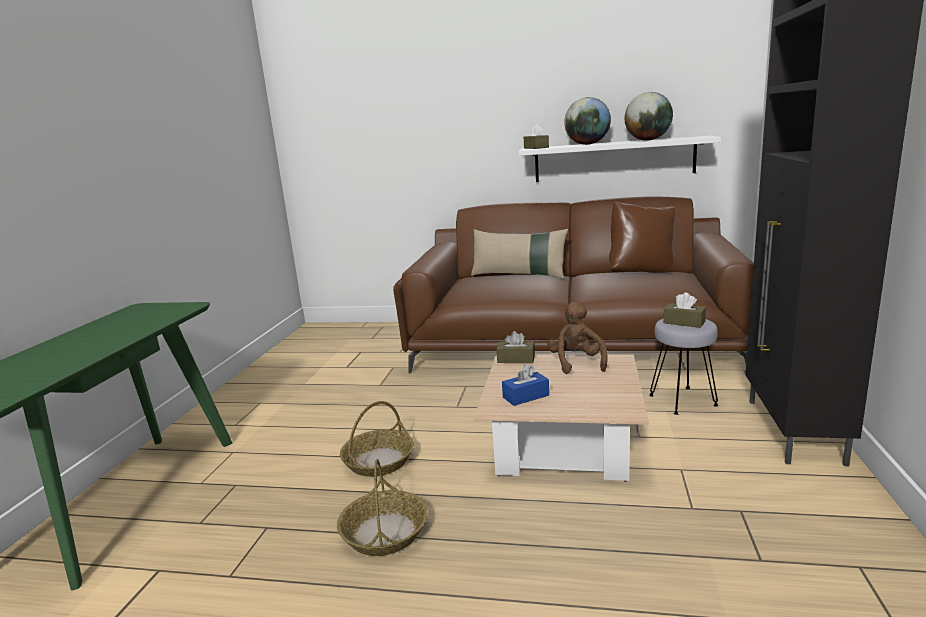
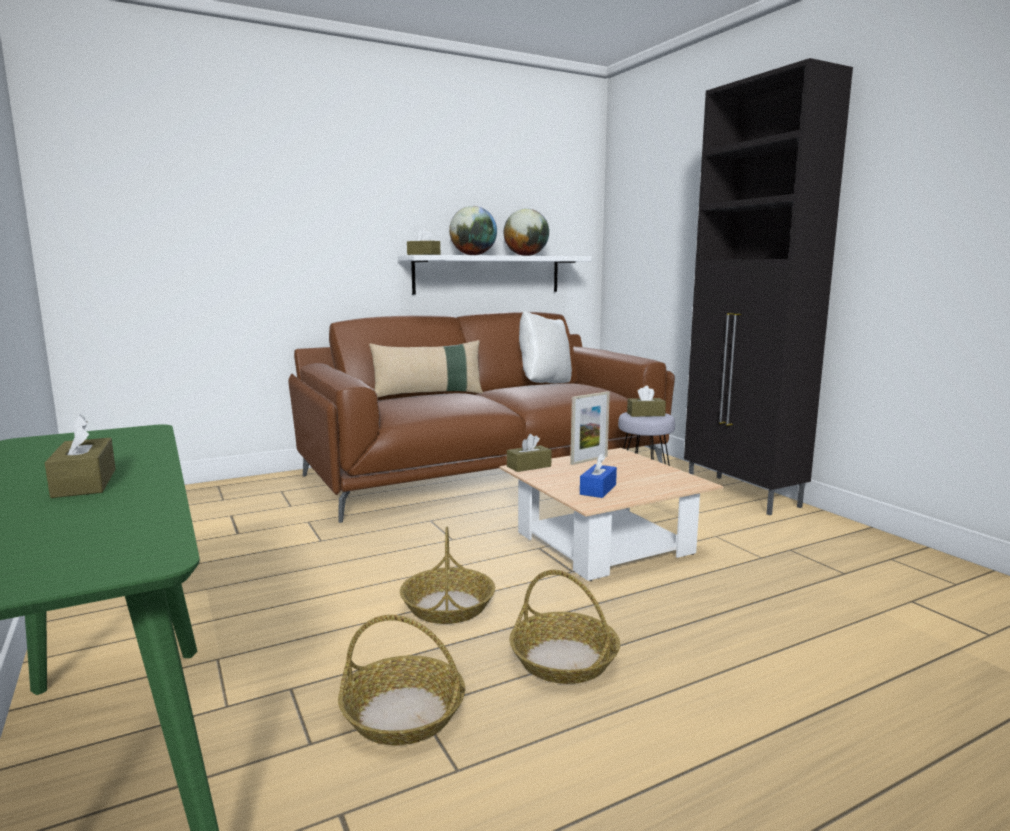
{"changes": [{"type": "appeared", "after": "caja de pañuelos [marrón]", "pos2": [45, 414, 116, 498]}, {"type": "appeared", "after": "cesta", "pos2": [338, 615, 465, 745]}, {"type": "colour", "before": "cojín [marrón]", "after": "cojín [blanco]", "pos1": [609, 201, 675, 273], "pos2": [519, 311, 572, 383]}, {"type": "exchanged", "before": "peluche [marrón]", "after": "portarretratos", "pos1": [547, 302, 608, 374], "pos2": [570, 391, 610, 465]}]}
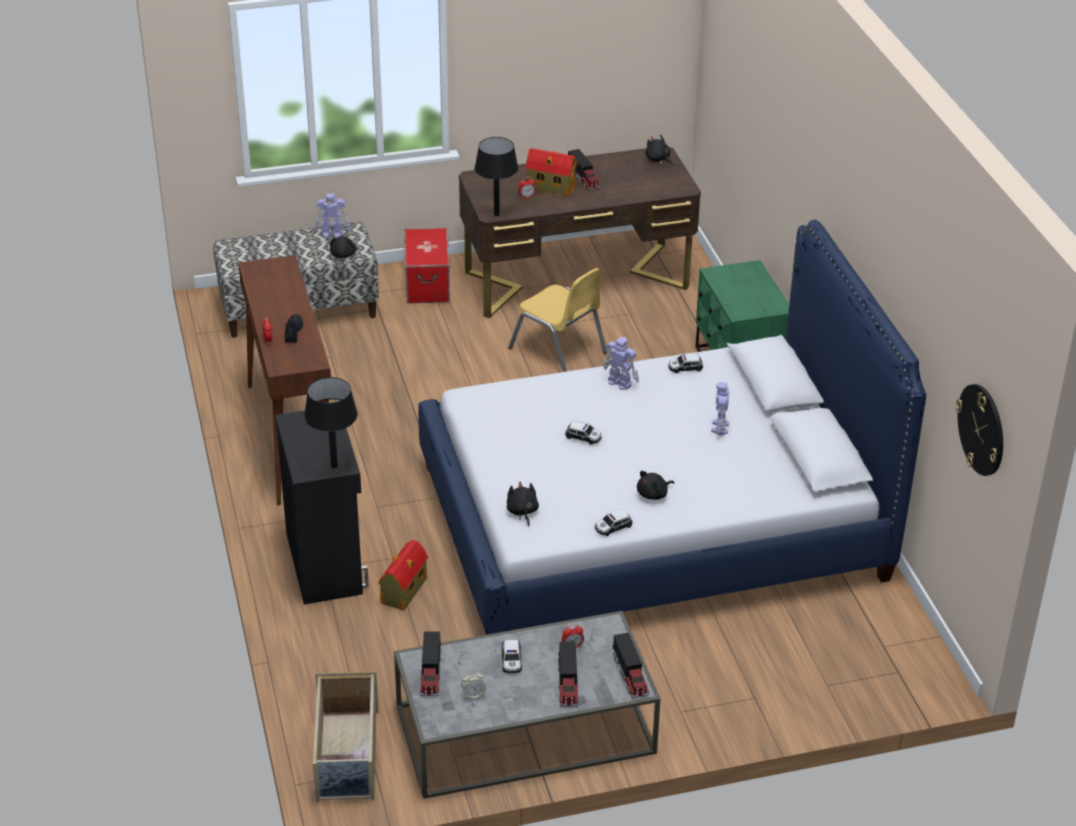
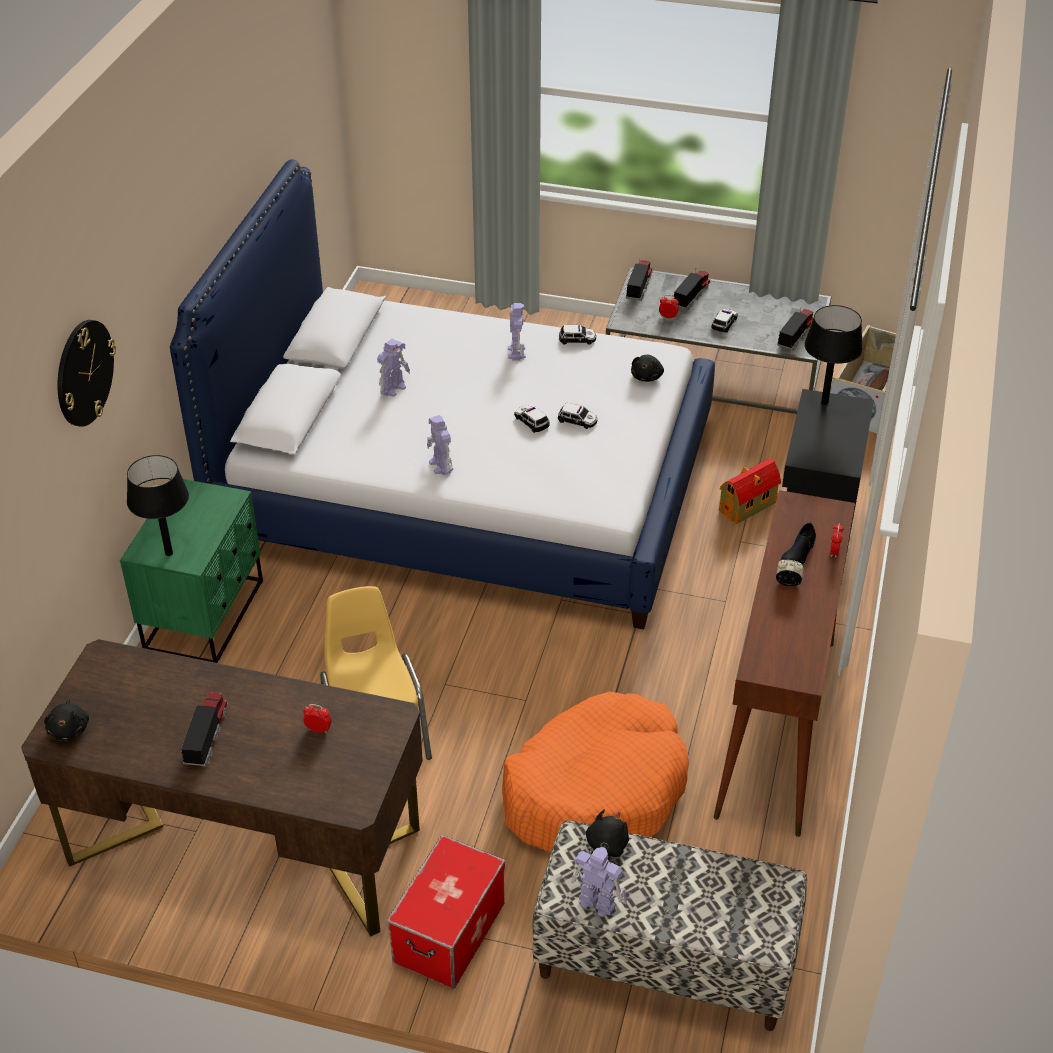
{"changes": [{"type": "relocated", "before": "reloj de pared", "pos1": [955, 384, 1003, 476], "pos2": [57, 320, 116, 427]}, {"type": "relocated", "before": "lámpara de mesa [negro]", "pos1": [474, 137, 518, 216], "pos2": [127, 455, 189, 556]}, {"type": "appeared", "after": "cama para perro [naranja]", "pos2": [502, 691, 689, 852]}, {"type": "exchanged", "before": "peluche [negro]", "after": "robot de juguete", "pos1": [637, 471, 674, 500], "pos2": [508, 303, 526, 361]}, {"type": "relocated", "before": "coche de juguete", "pos1": [668, 354, 703, 373], "pos2": [558, 403, 597, 429]}, {"type": "relocated", "before": "despertador", "pos1": [461, 670, 486, 699], "pos2": [776, 560, 804, 586]}, {"type": "missing", "before": "casita", "pos1": [526, 148, 577, 196]}]}
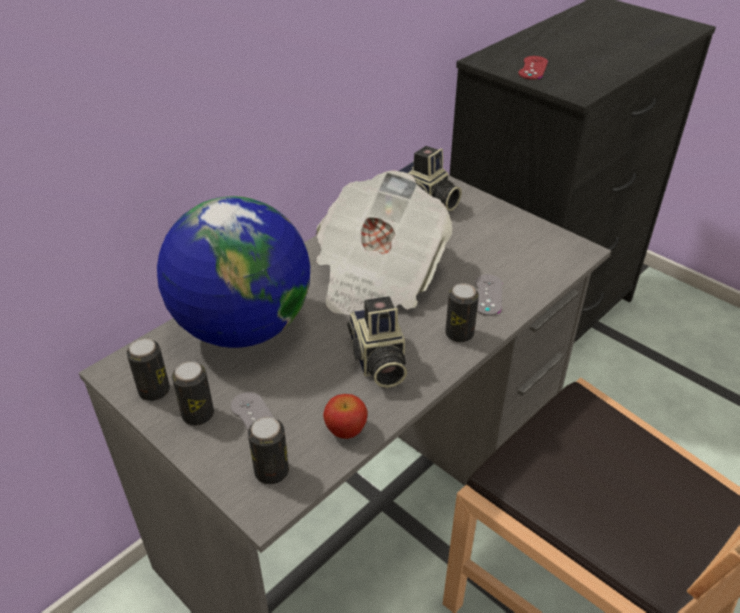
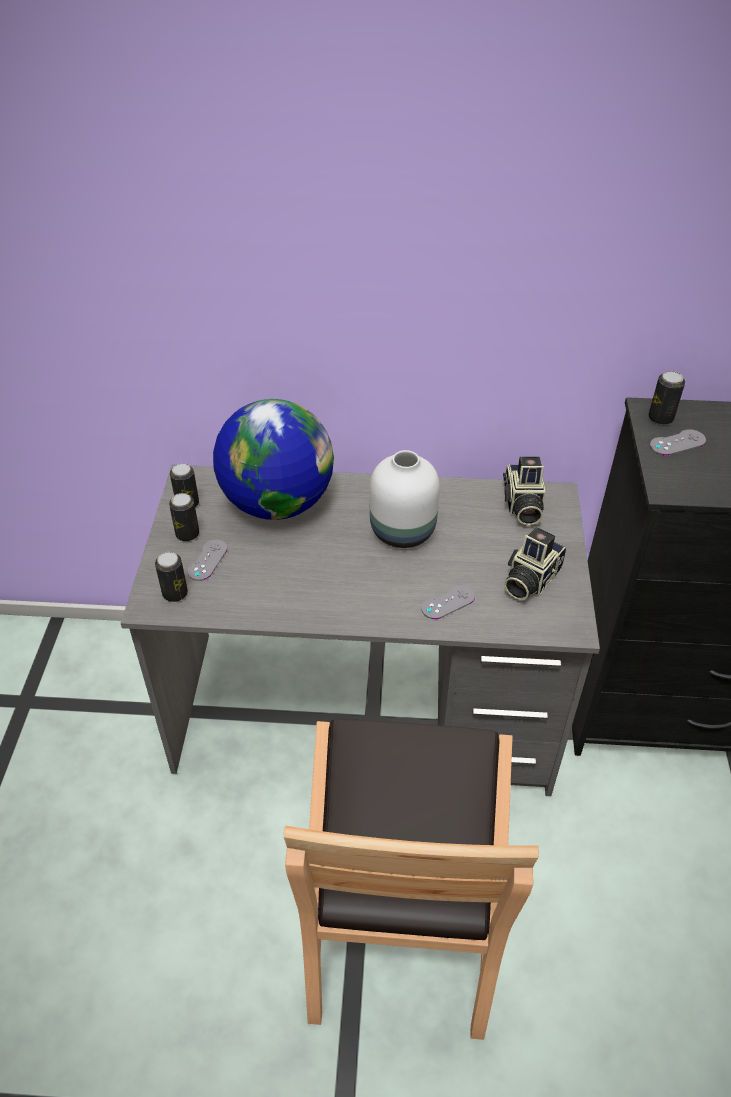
{"changes": [{"type": "exchanged", "before": "periódico", "after": "florero [blanco]", "pos1": [316, 170, 453, 315], "pos2": [370, 450, 440, 548]}, {"type": "relocated", "before": "cámara", "pos1": [347, 296, 407, 388], "pos2": [504, 527, 567, 600]}, {"type": "relocated", "before": "lata", "pos1": [445, 283, 479, 343], "pos2": [648, 371, 685, 425]}, {"type": "colour", "before": "mando de consola [rojo]", "after": "mando de consola [gris]", "pos1": [518, 56, 548, 80], "pos2": [650, 429, 706, 456]}, {"type": "missing", "before": "manzana", "pos1": [323, 394, 368, 439]}]}
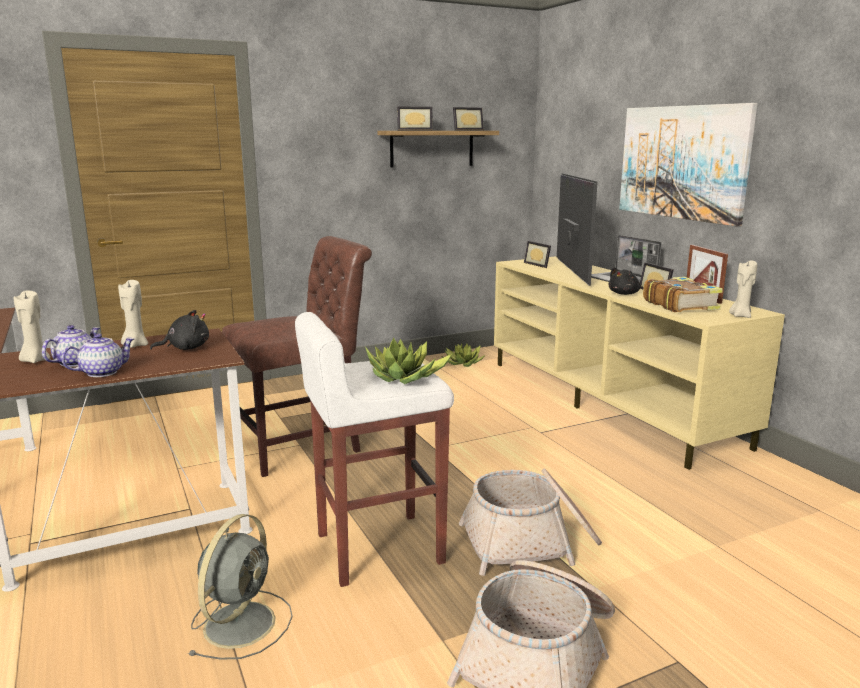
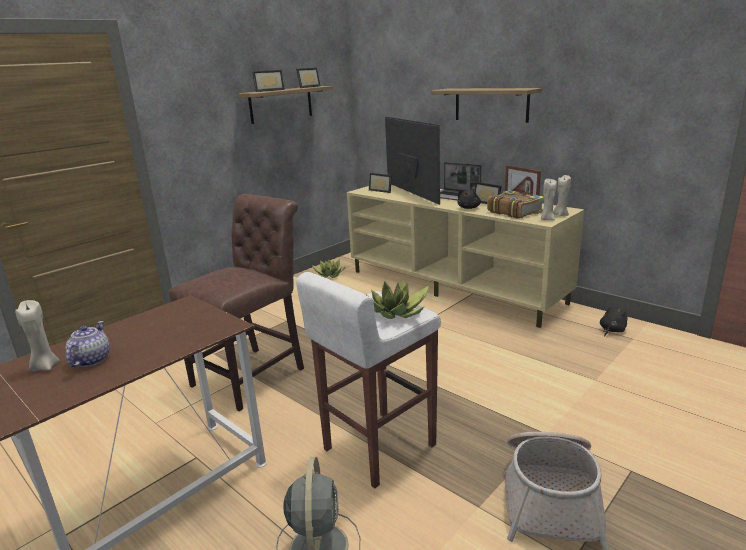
{"changes": [{"type": "exchanged", "before": "cuadro", "after": "estante", "pos1": [619, 103, 757, 226], "pos2": [431, 88, 542, 123]}, {"type": "relocated", "before": "vela [beis]", "pos1": [118, 280, 148, 348], "pos2": [541, 179, 557, 220]}, {"type": "relocated", "before": "peluche [negro]", "pos1": [150, 310, 209, 350], "pos2": [600, 307, 627, 336]}, {"type": "missing", "before": "tetera", "pos1": [62, 334, 135, 377]}, {"type": "missing", "before": "cesta", "pos1": [459, 469, 602, 576]}]}
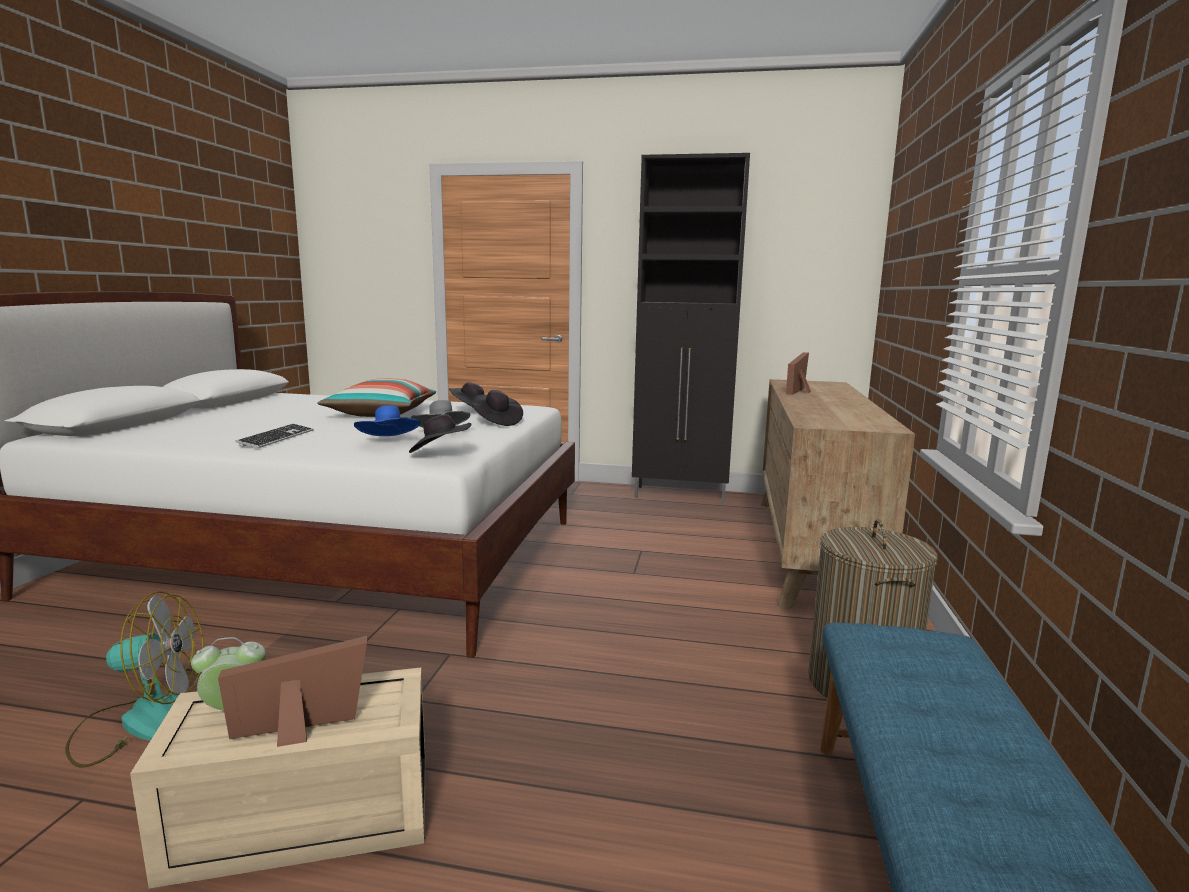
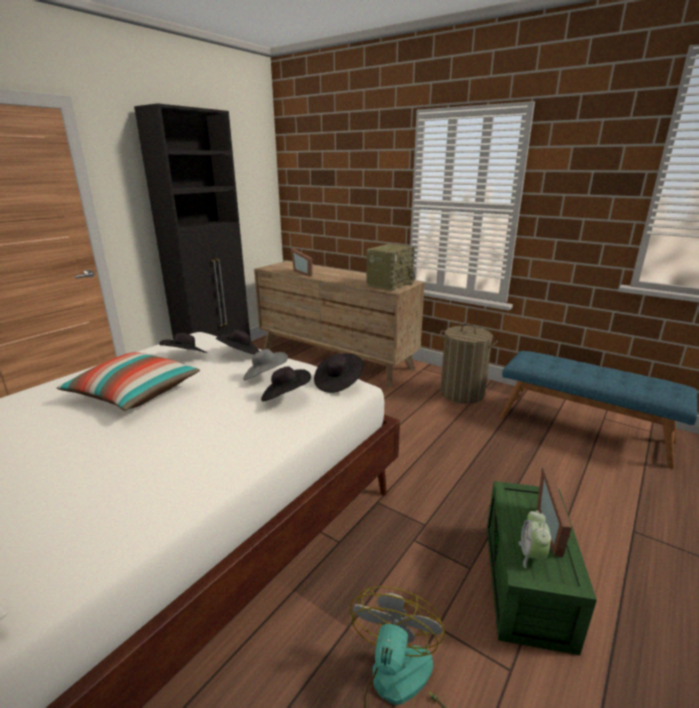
{"changes": [{"type": "colour", "before": "sombrero [azul]", "after": "sombrero [negro]", "pos1": [354, 406, 420, 436], "pos2": [261, 366, 311, 402]}, {"type": "appeared", "after": "radio", "pos2": [367, 244, 415, 291]}, {"type": "colour", "before": "caja de almacenaje [beis]", "after": "caja de almacenaje [verde]", "pos1": [130, 668, 426, 889], "pos2": [487, 481, 597, 655]}, {"type": "missing", "before": "teclado", "pos1": [236, 424, 313, 448]}]}
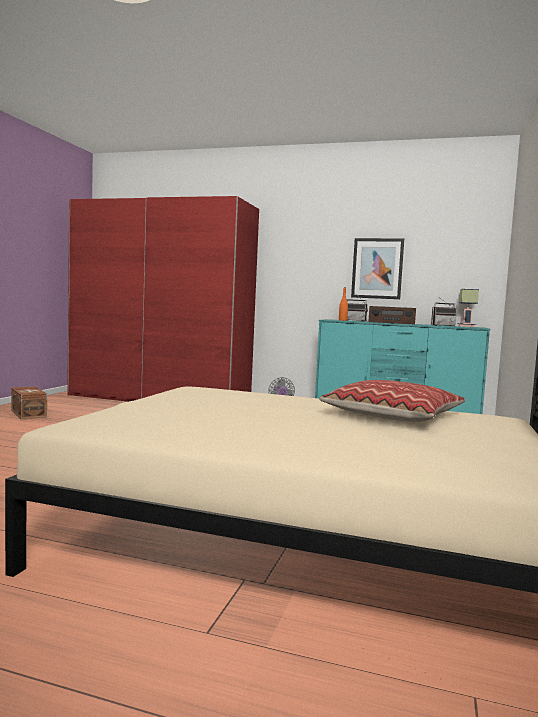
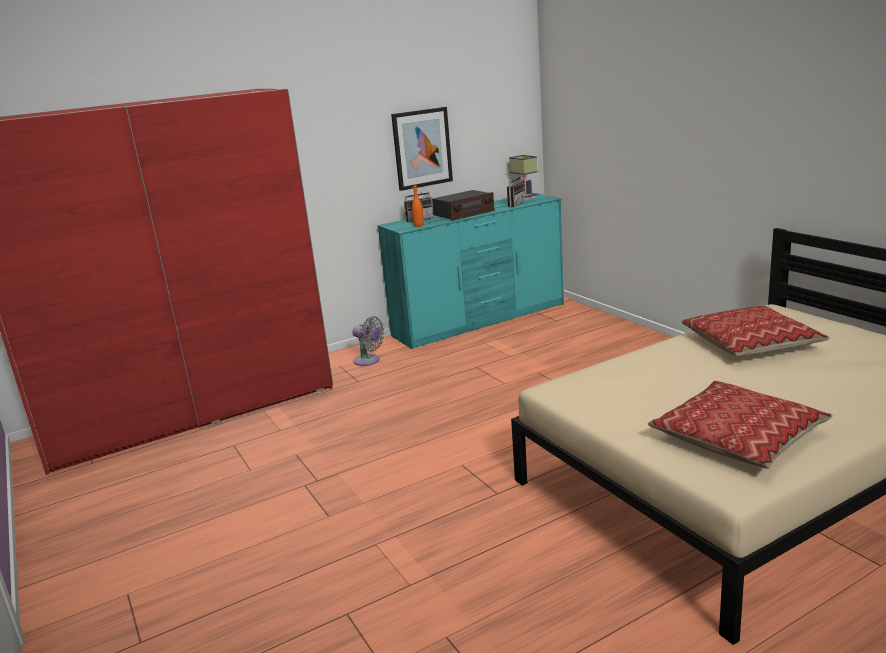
{"changes": [{"type": "appeared", "after": "cojín", "pos2": [648, 381, 833, 469]}, {"type": "missing", "before": "caja de almacenaje [marrón]", "pos1": [11, 386, 47, 419]}]}
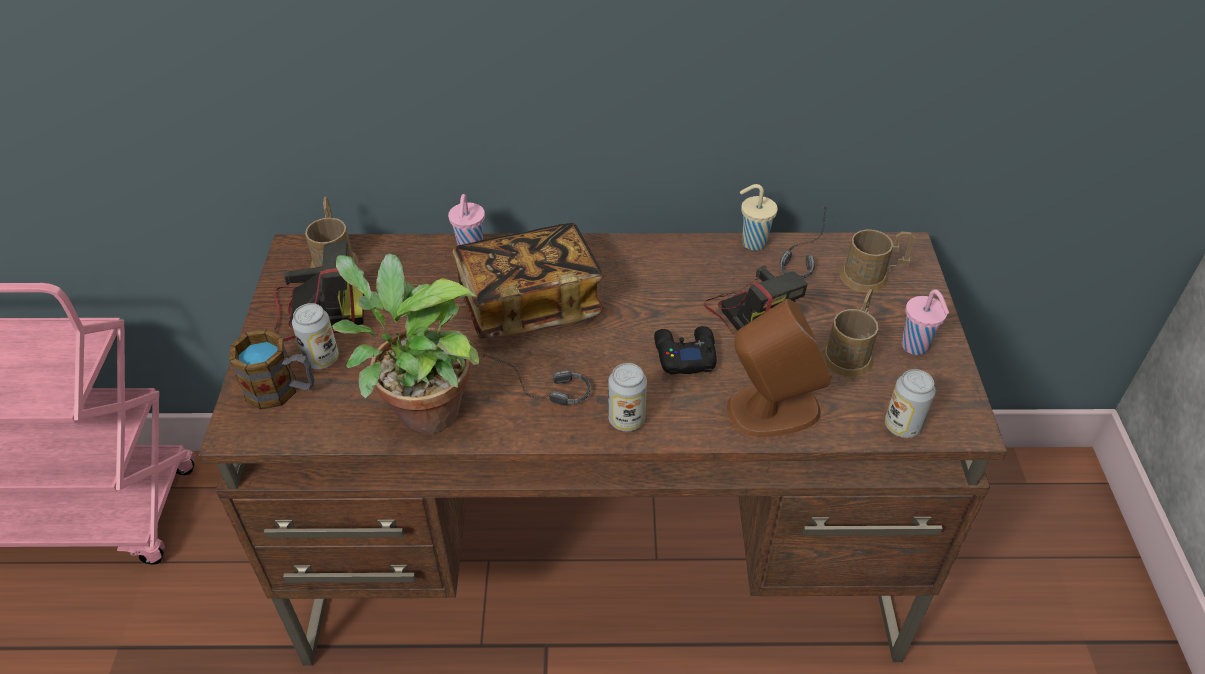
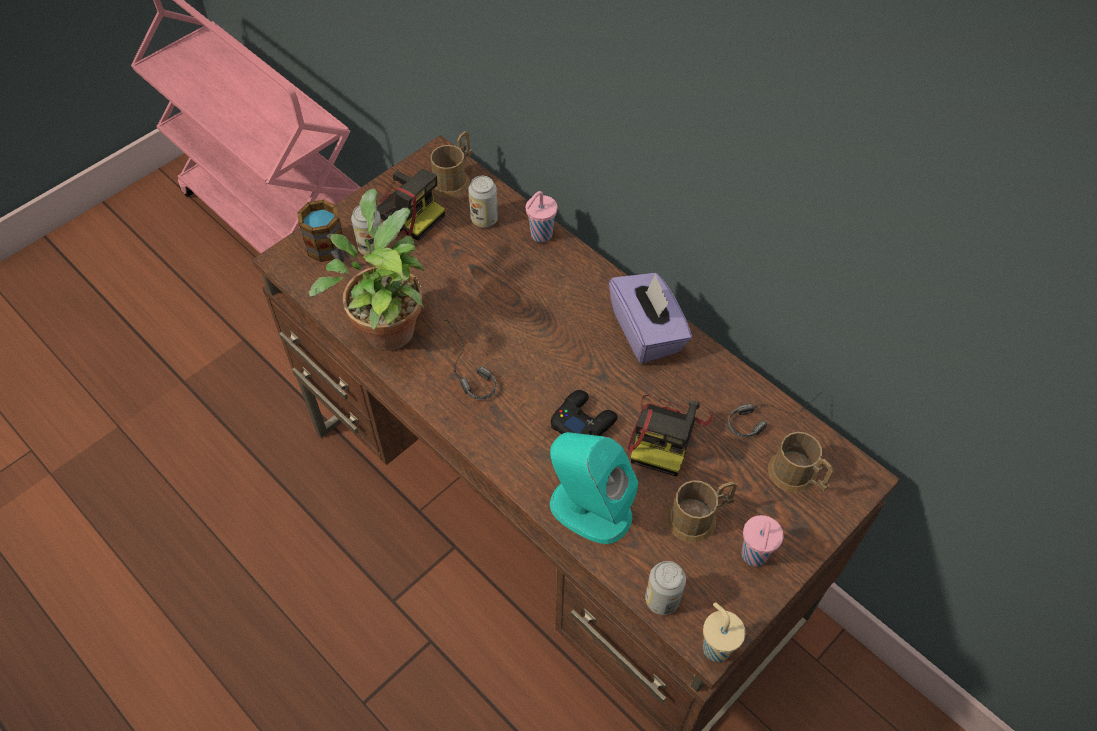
{"changes": [{"type": "relocated", "before": "lata", "pos1": [608, 363, 647, 432], "pos2": [468, 176, 498, 228]}, {"type": "colour", "before": "altavoz [marrón]", "after": "altavoz [turquesa]", "pos1": [727, 299, 832, 437], "pos2": [550, 432, 638, 544]}, {"type": "appeared", "after": "caja de pañuelos [morado]", "pos2": [609, 273, 692, 363]}, {"type": "relocated", "before": "taza [beis]", "pos1": [740, 184, 778, 251], "pos2": [703, 602, 745, 662]}, {"type": "missing", "before": "libro", "pos1": [452, 223, 604, 339]}]}
